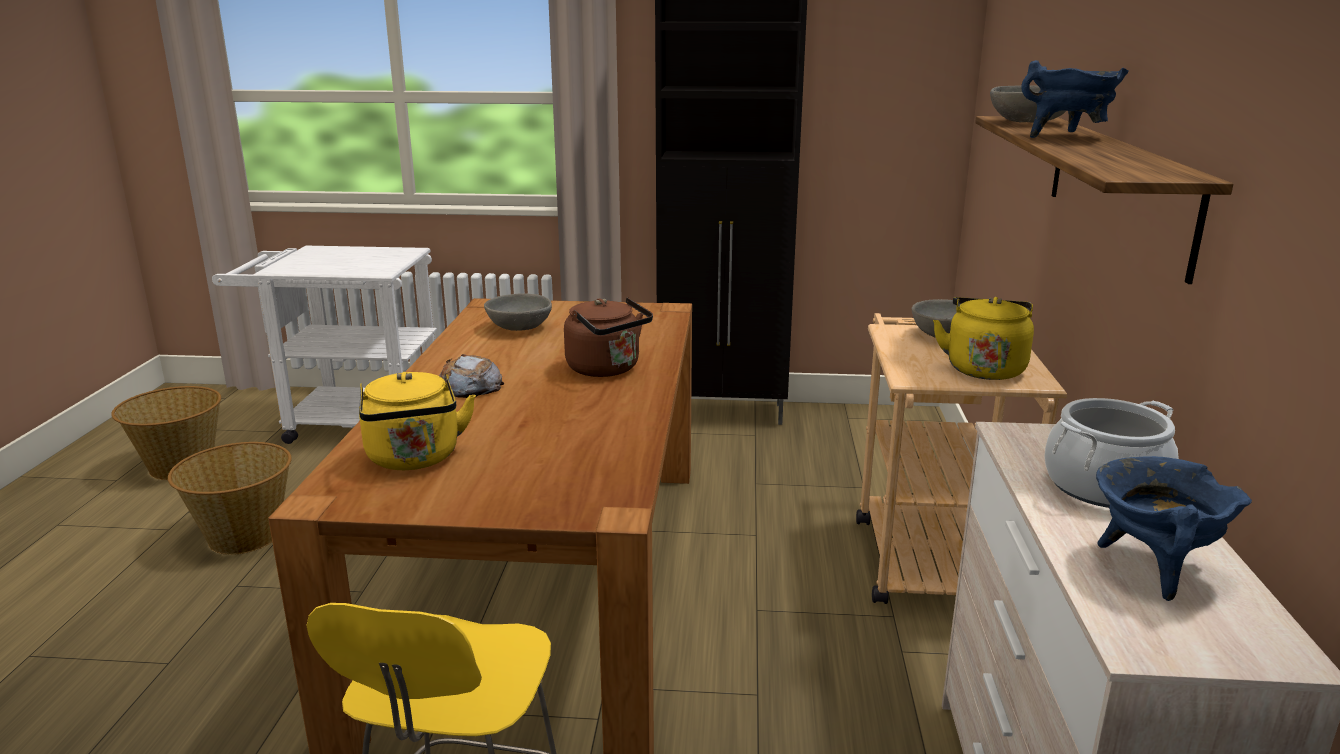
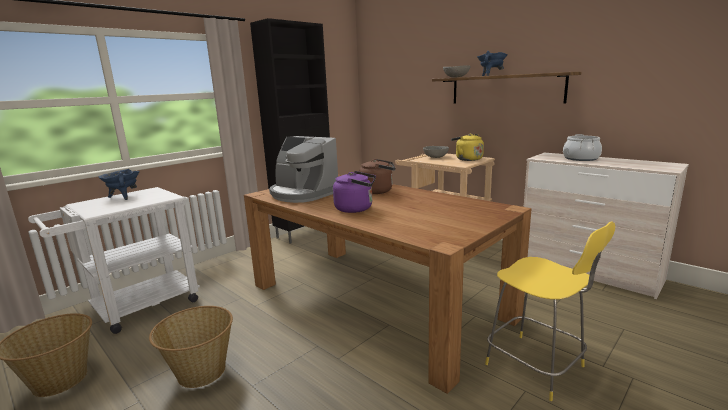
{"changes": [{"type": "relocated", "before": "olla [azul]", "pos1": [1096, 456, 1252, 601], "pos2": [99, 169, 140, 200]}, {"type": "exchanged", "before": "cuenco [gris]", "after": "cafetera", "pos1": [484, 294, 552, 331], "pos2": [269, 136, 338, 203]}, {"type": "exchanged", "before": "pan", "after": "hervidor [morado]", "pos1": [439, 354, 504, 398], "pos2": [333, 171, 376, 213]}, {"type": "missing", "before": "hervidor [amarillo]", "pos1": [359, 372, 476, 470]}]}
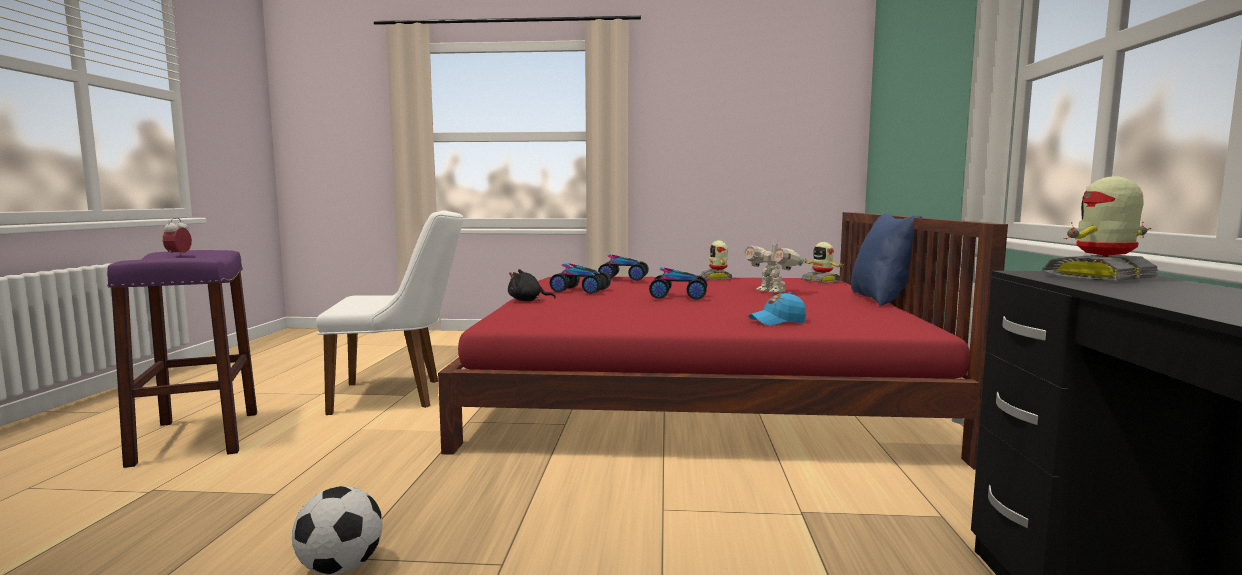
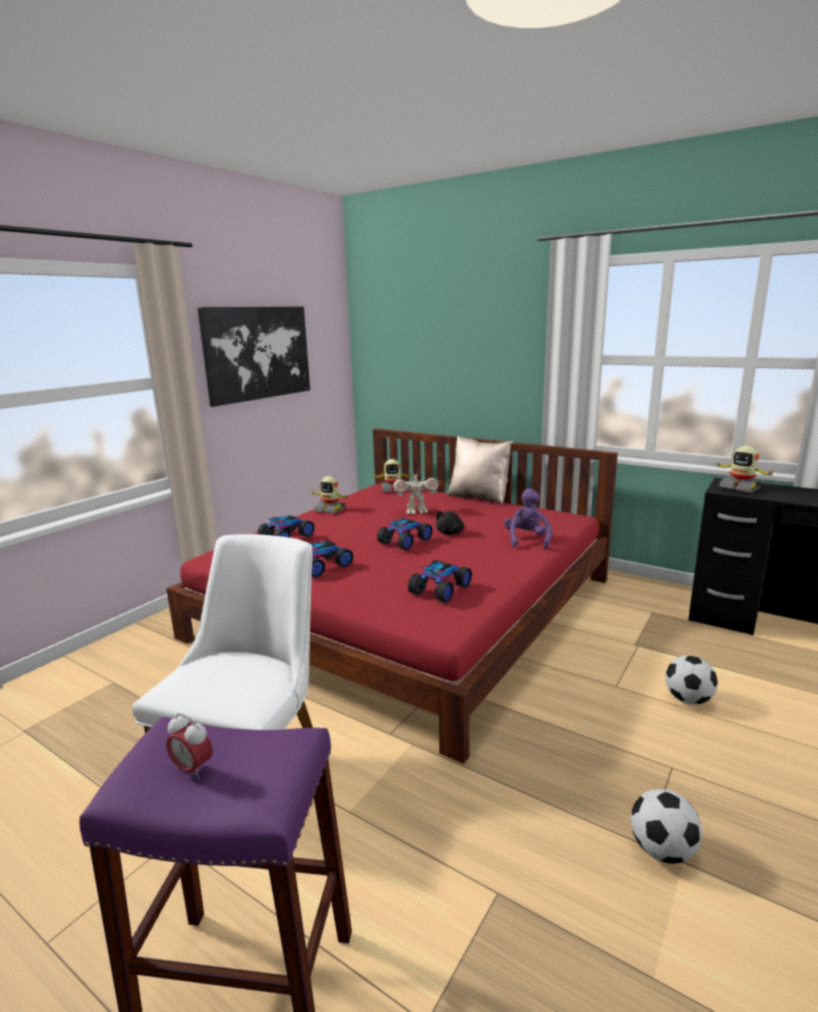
{"changes": [{"type": "appeared", "after": "cuadro", "pos2": [198, 307, 310, 407]}, {"type": "appeared", "after": "coche de juguete", "pos2": [408, 560, 472, 603]}, {"type": "relocated", "before": "peluche [negro]", "pos1": [508, 269, 556, 301], "pos2": [436, 511, 464, 534]}, {"type": "colour", "before": "cojín [azul]", "after": "cojín [beis]", "pos1": [851, 213, 923, 306], "pos2": [447, 436, 513, 504]}, {"type": "exchanged", "before": "gorra [azul]", "after": "peluche [morado]", "pos1": [748, 292, 806, 326], "pos2": [504, 489, 552, 549]}, {"type": "appeared", "after": "balón de fútbol", "pos2": [665, 655, 718, 705]}, {"type": "spun", "before": "robot de juguete", "pos1": [1042, 176, 1159, 281], "pos2": [714, 446, 774, 493], "turn": -45}]}
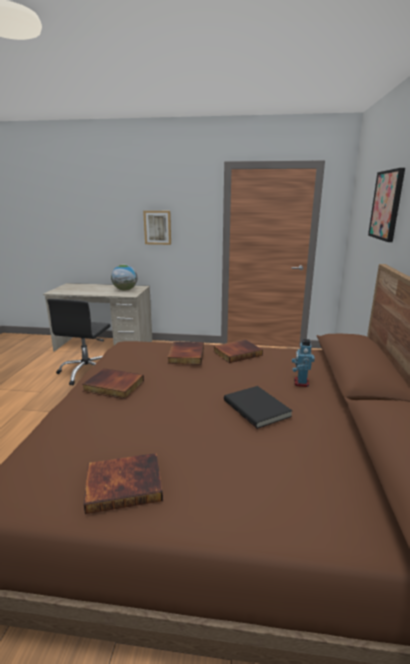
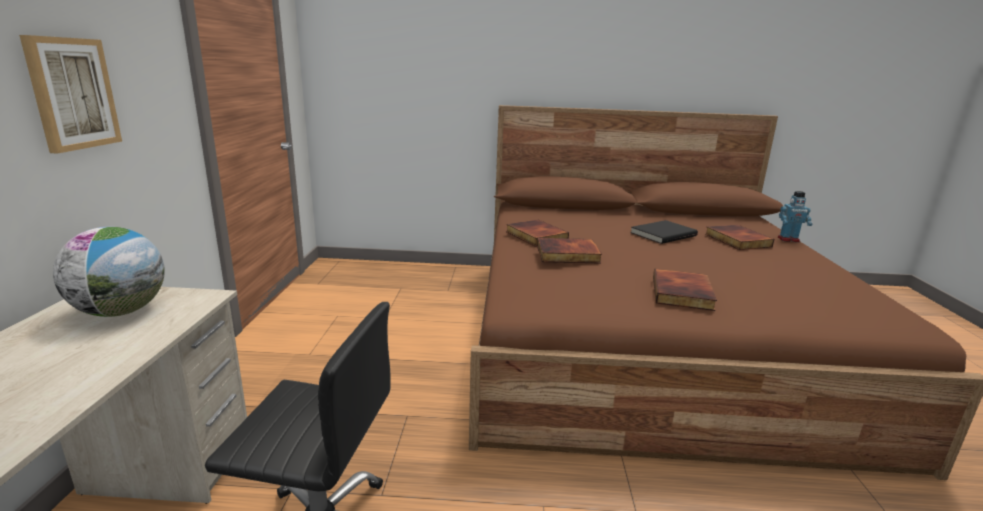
{"changes": [{"type": "relocated", "before": "libro", "pos1": [84, 453, 163, 514], "pos2": [705, 225, 774, 250]}, {"type": "relocated", "before": "robot de juguete", "pos1": [292, 339, 315, 387], "pos2": [778, 191, 812, 242]}, {"type": "missing", "before": "cuadro", "pos1": [368, 168, 405, 242]}]}
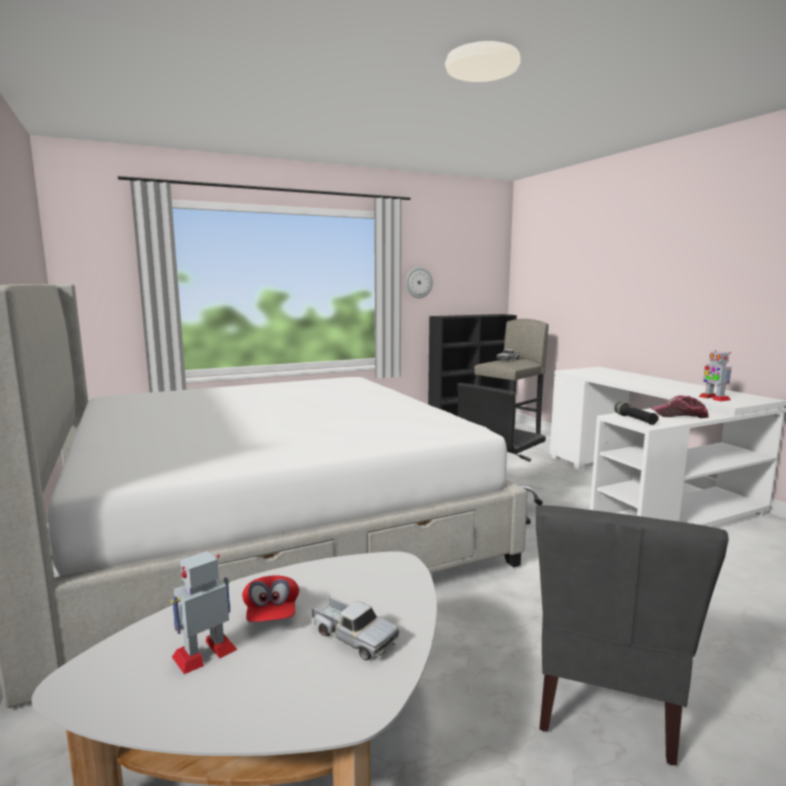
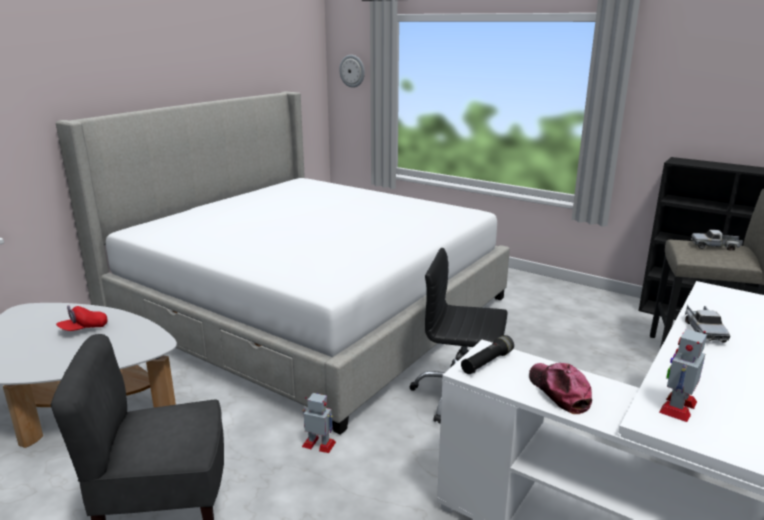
{"changes": [{"type": "relocated", "before": "robot de juguete", "pos1": [171, 551, 238, 674], "pos2": [302, 393, 336, 453]}, {"type": "relocated", "before": "reloj de pared", "pos1": [406, 267, 433, 298], "pos2": [339, 55, 365, 88]}, {"type": "relocated", "before": "camión de juguete", "pos1": [312, 596, 399, 660], "pos2": [685, 305, 730, 343]}]}
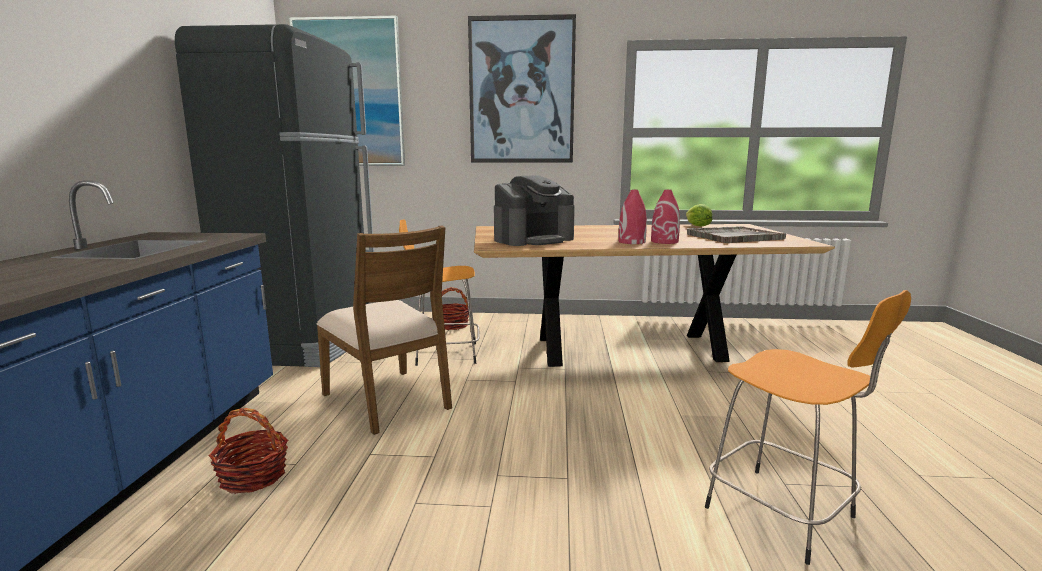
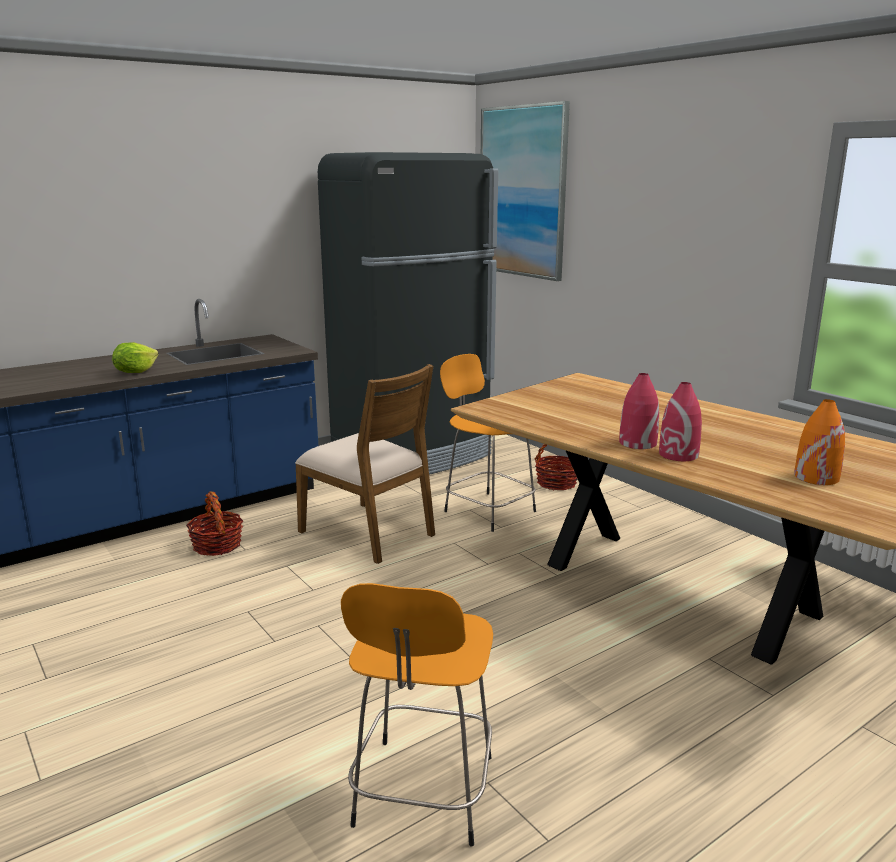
{"changes": [{"type": "relocated", "before": "lechuga", "pos1": [686, 204, 712, 227], "pos2": [112, 342, 159, 373]}, {"type": "spun", "before": "silla [marrón]", "pos1": [317, 225, 452, 435], "pos2": [295, 364, 435, 564], "turn": -60}, {"type": "exchanged", "before": "bandeja [gris]", "after": "florero [naranja]", "pos1": [687, 226, 786, 243], "pos2": [794, 399, 845, 485]}, {"type": "missing", "before": "cuadro", "pos1": [468, 14, 576, 163]}, {"type": "missing", "before": "cafetera", "pos1": [494, 175, 575, 246]}]}
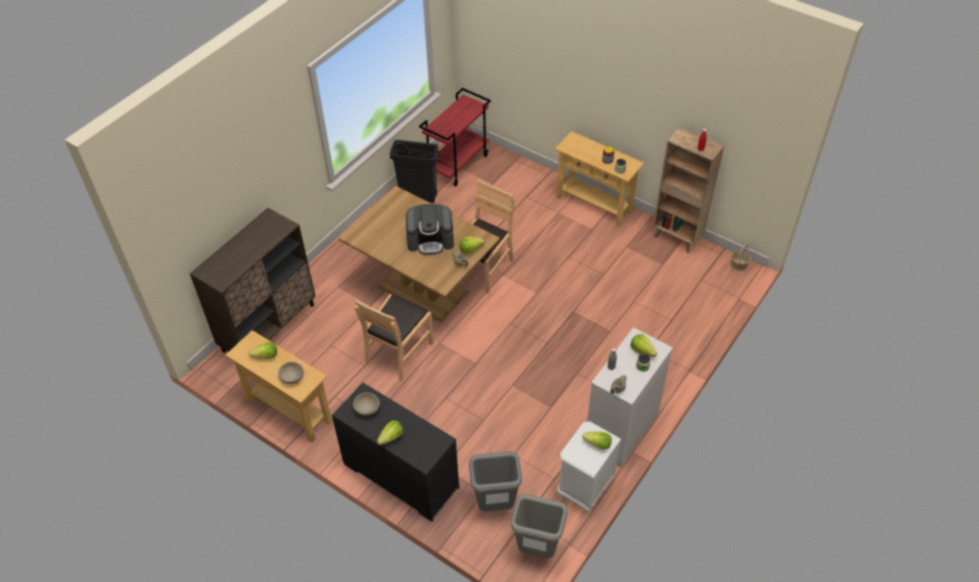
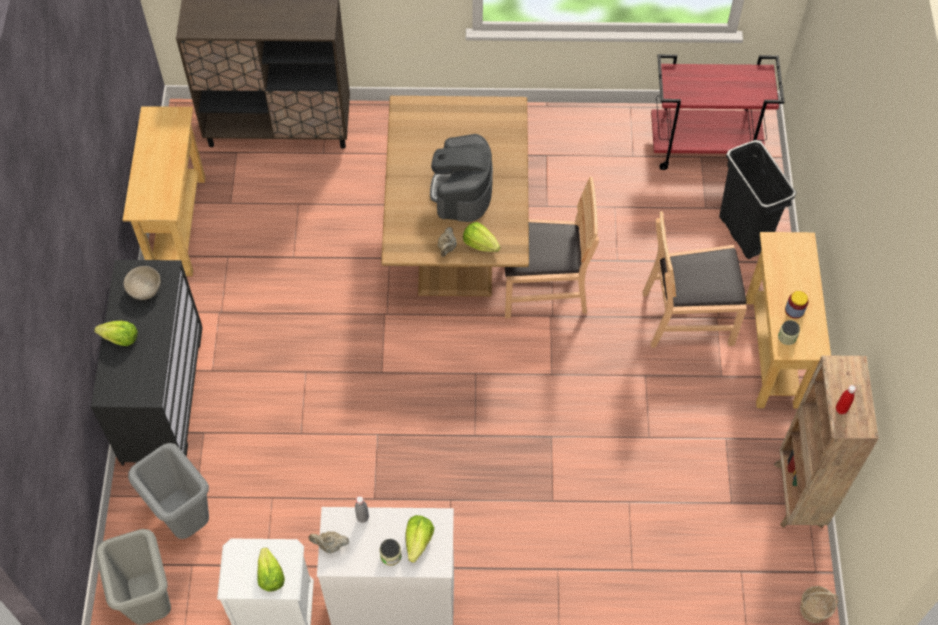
{"changes": [{"type": "spun", "before": "cafetera", "pos1": [406, 204, 454, 255], "pos2": [430, 134, 493, 222], "turn": 45}, {"type": "relocated", "before": "silla [marrón]", "pos1": [355, 294, 434, 381], "pos2": [642, 211, 747, 348]}, {"type": "relocated", "before": "papelera [negro]", "pos1": [390, 140, 439, 203], "pos2": [719, 140, 797, 259]}, {"type": "missing", "before": "lechuga", "pos1": [249, 342, 277, 359]}, {"type": "missing", "before": "cuenco [beis]", "pos1": [278, 362, 304, 384]}]}
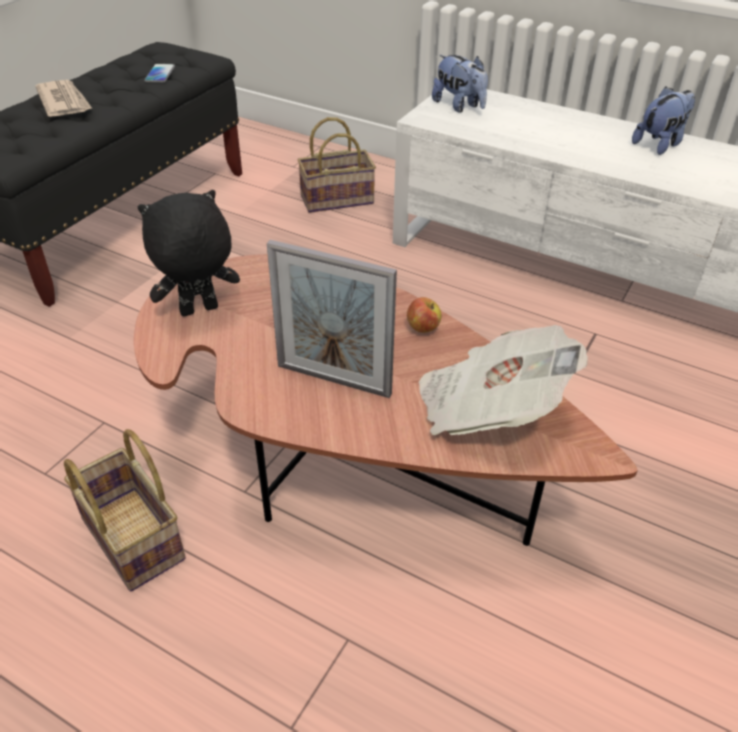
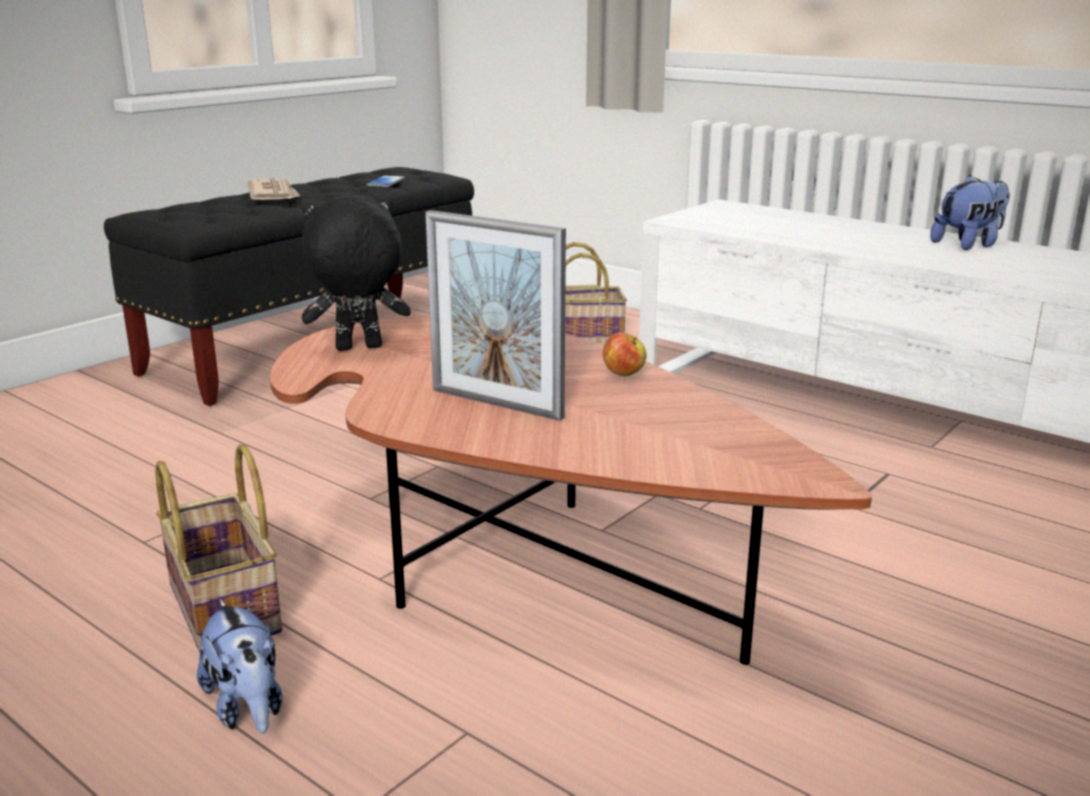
{"changes": [{"type": "relocated", "before": "peluche", "pos1": [432, 55, 488, 113], "pos2": [197, 599, 282, 734]}, {"type": "missing", "before": "periódico", "pos1": [419, 325, 588, 435]}]}
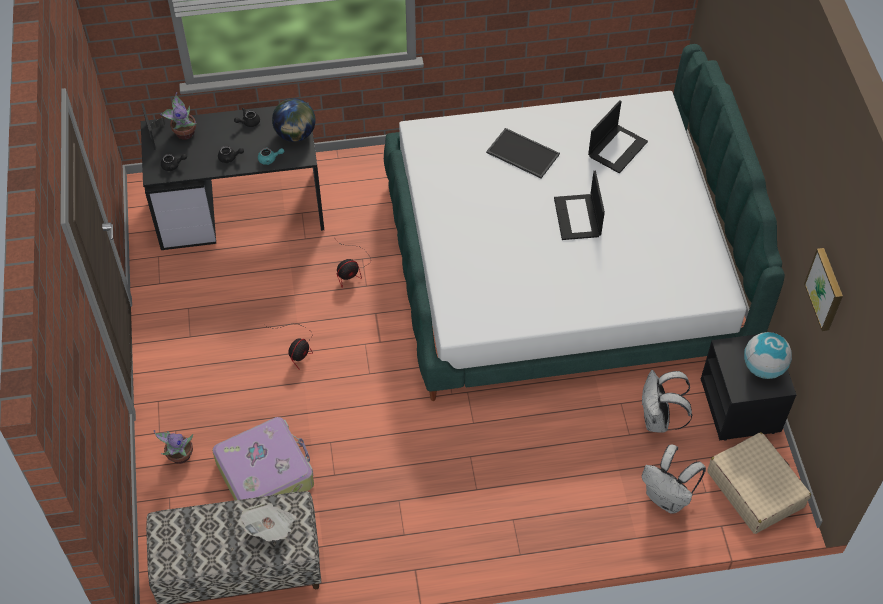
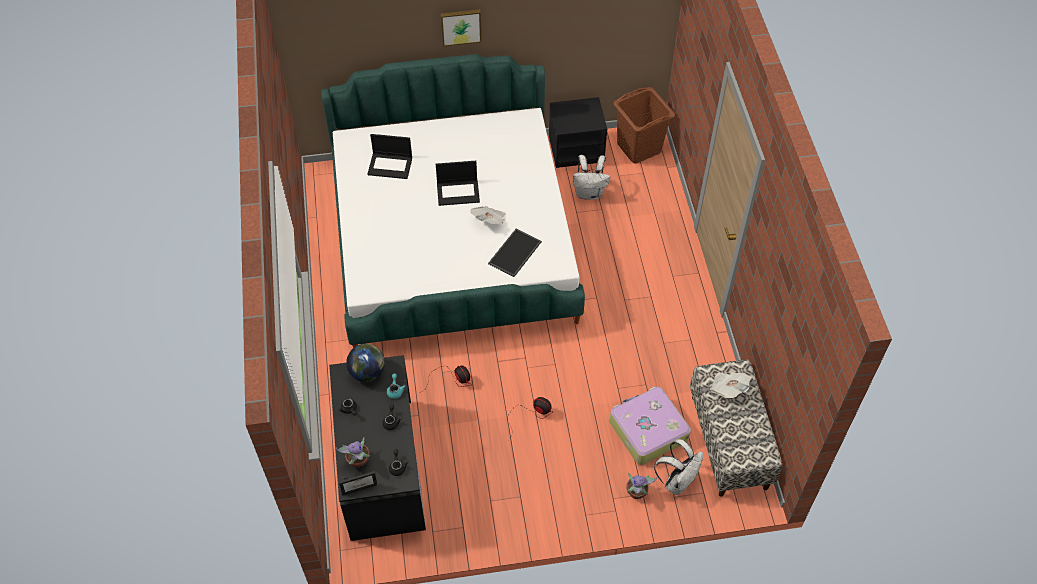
{"changes": [{"type": "spun", "before": "portátil", "pos1": [588, 100, 648, 173], "pos2": [367, 134, 412, 179], "turn": 150}, {"type": "relocated", "before": "cuadro", "pos1": [804, 248, 843, 331], "pos2": [441, 9, 482, 46]}, {"type": "appeared", "after": "periódico", "pos2": [470, 206, 506, 224]}, {"type": "relocated", "before": "bandeja", "pos1": [486, 128, 560, 178], "pos2": [488, 229, 542, 277]}, {"type": "exchanged", "before": "maleta [beis]", "after": "cesto de la ropa [marrón]", "pos1": [707, 432, 811, 534], "pos2": [613, 87, 675, 164]}, {"type": "relocated", "before": "mochila [blanco]", "pos1": [642, 444, 706, 514], "pos2": [654, 439, 704, 495]}, {"type": "missing", "before": "globo terráqueo", "pos1": [744, 332, 792, 379]}]}
